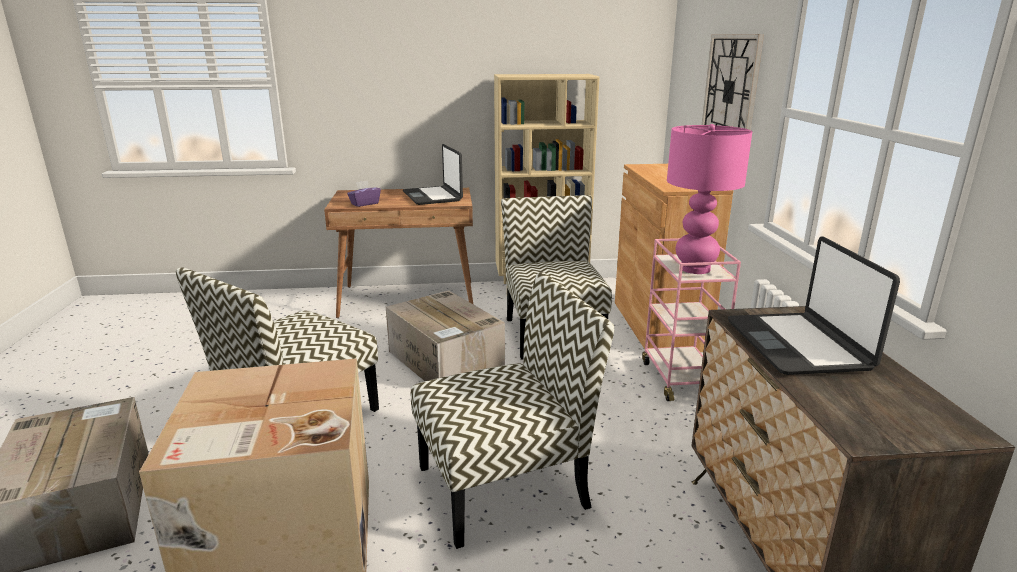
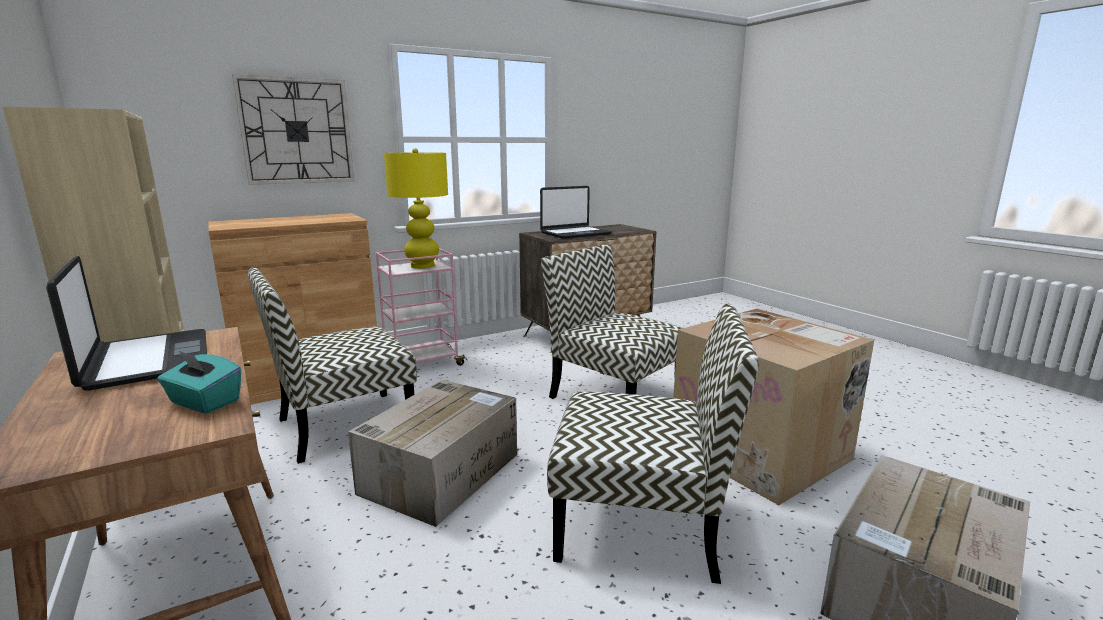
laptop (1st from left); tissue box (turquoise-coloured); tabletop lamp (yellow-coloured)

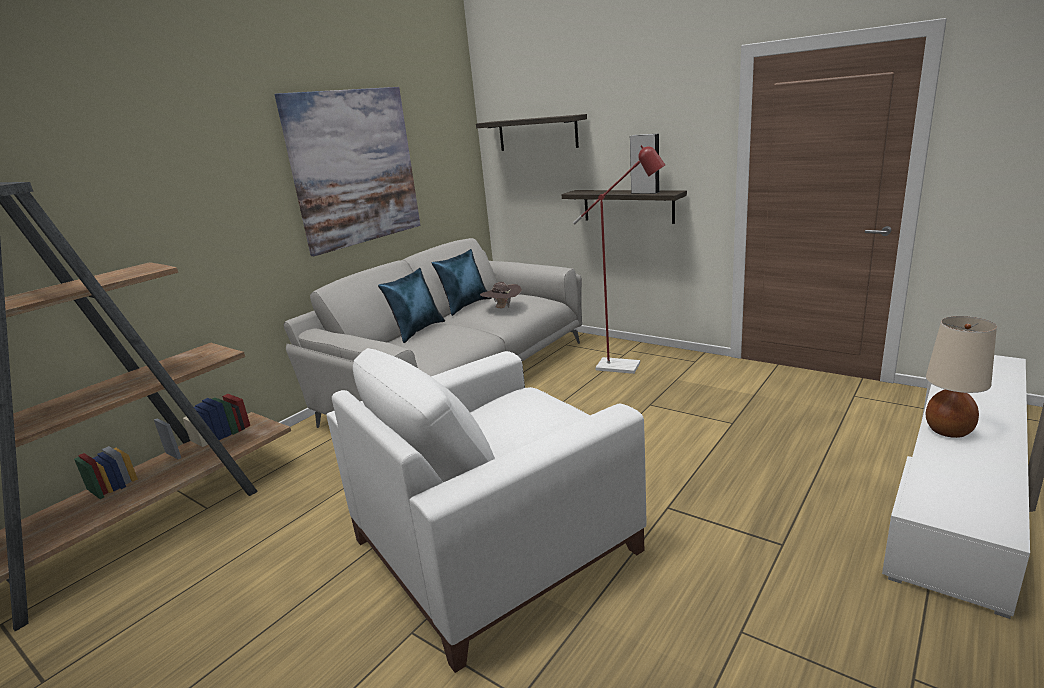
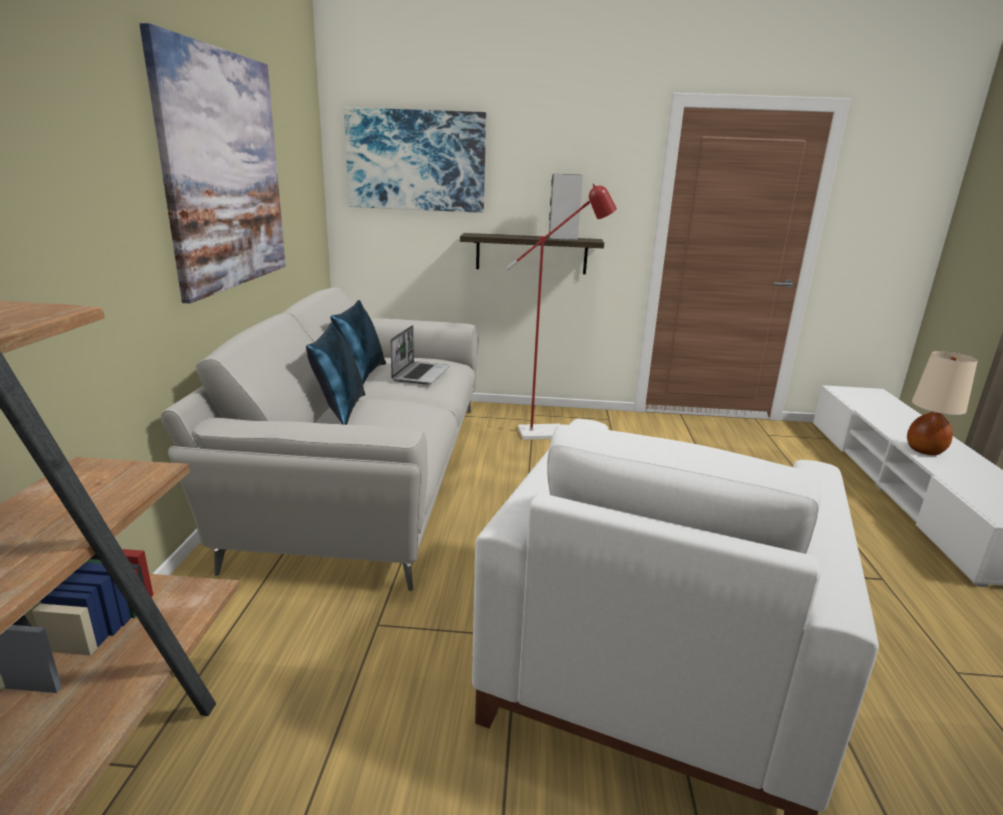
wall picture (2nd from left); laptop

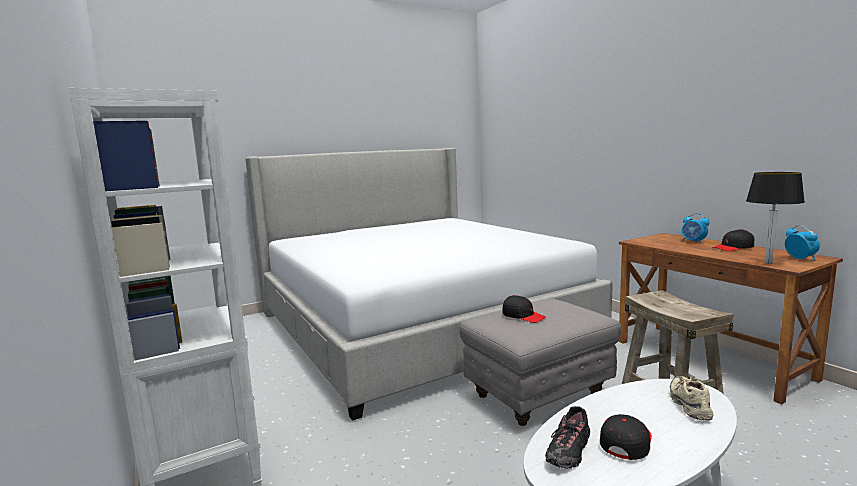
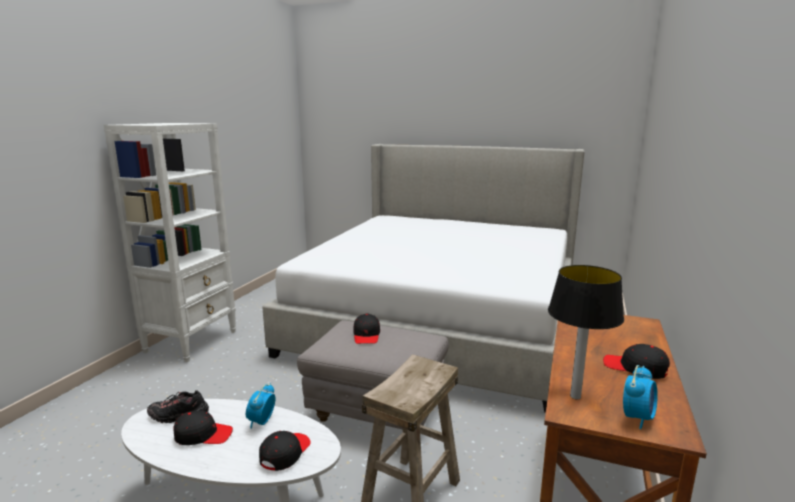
alarm clock (1st from left); baseball cap (blackish) (2nd from left)

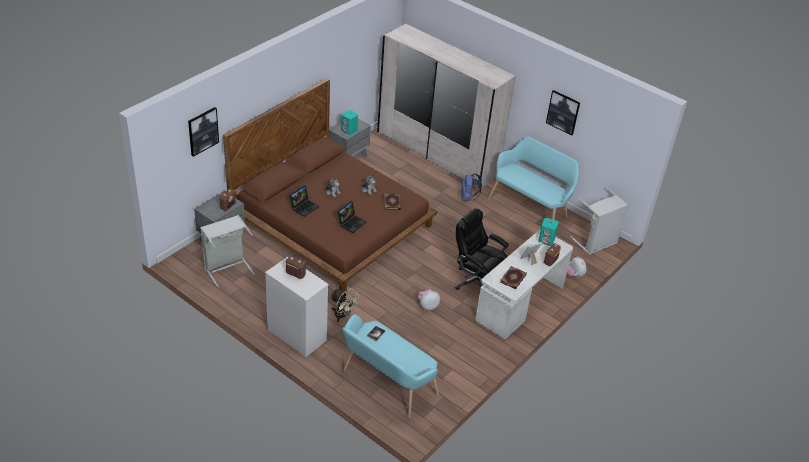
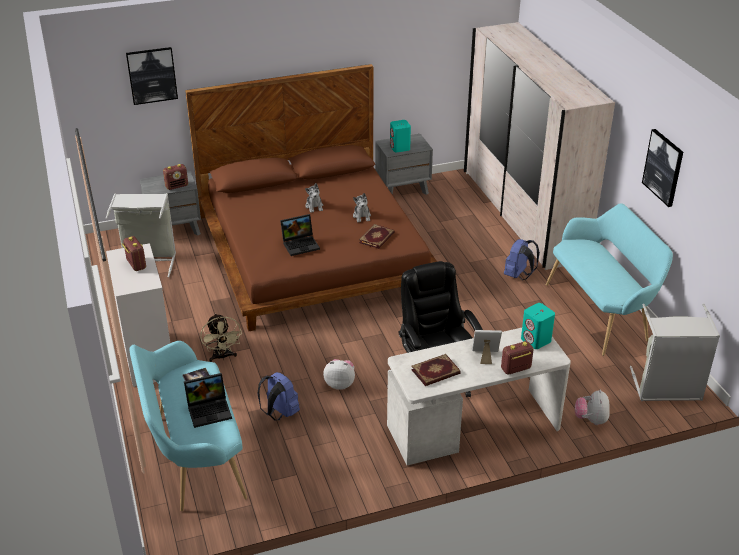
laptop (1st from left); knapsack (bluish) (1st from left)

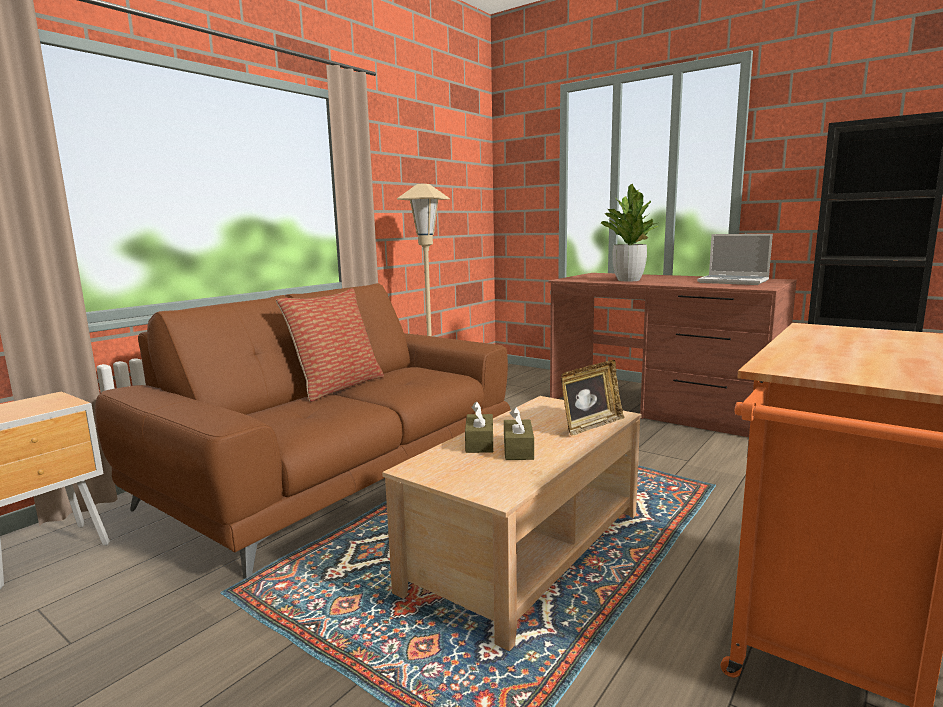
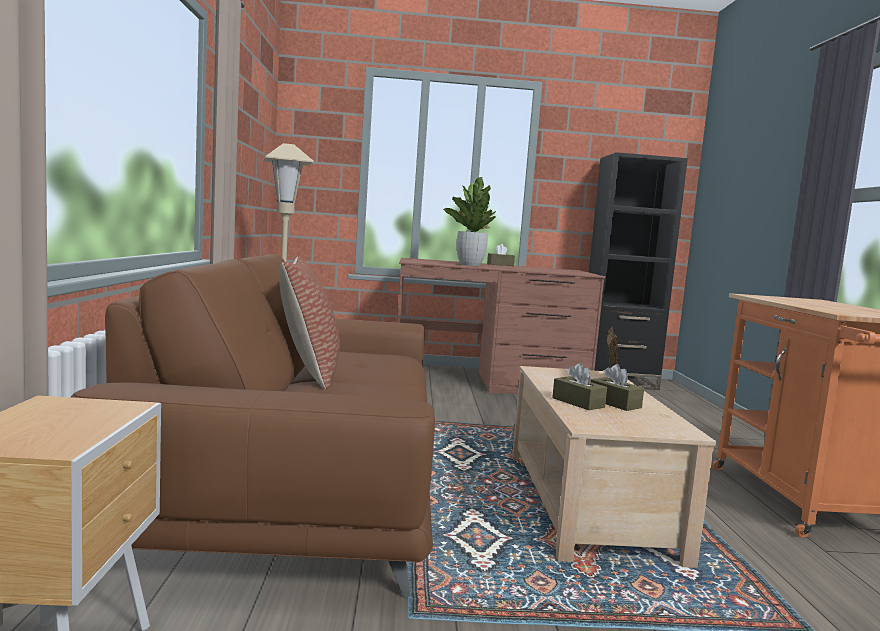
tissue box (brown-coloured) (1st from left); laptop

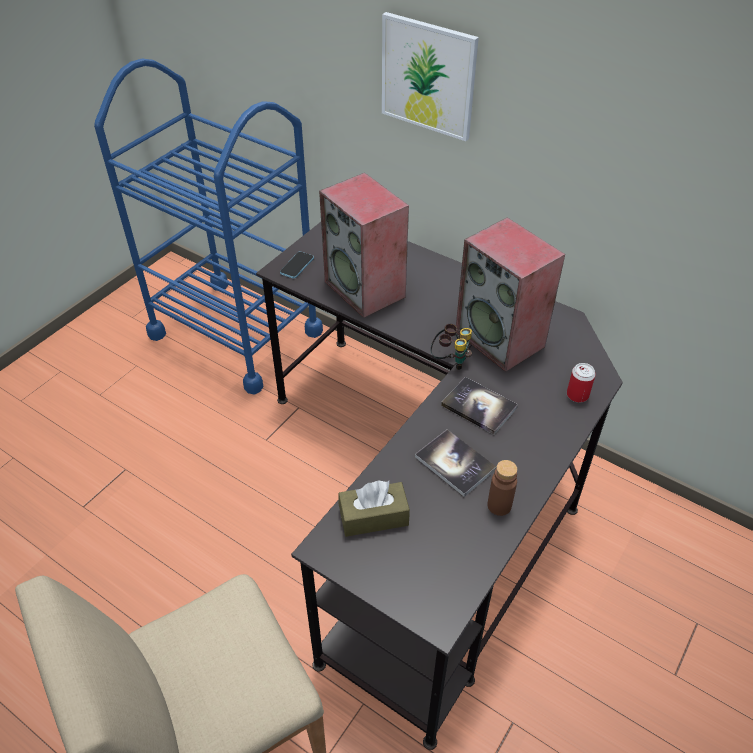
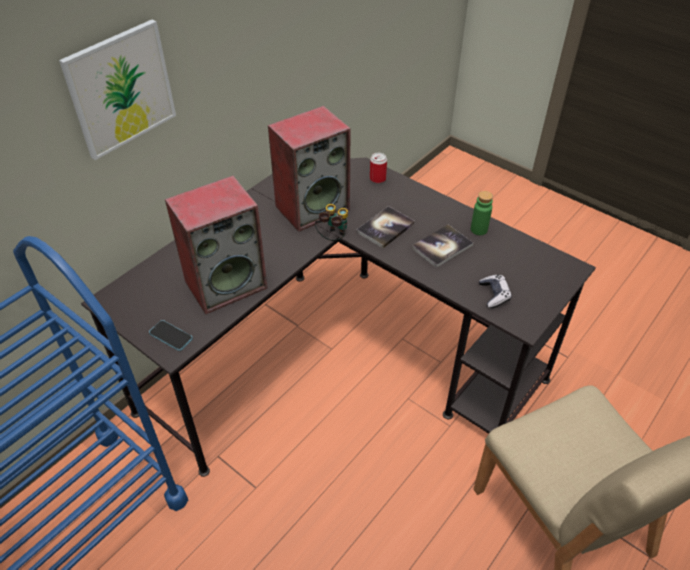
drink bottle (green); game controller

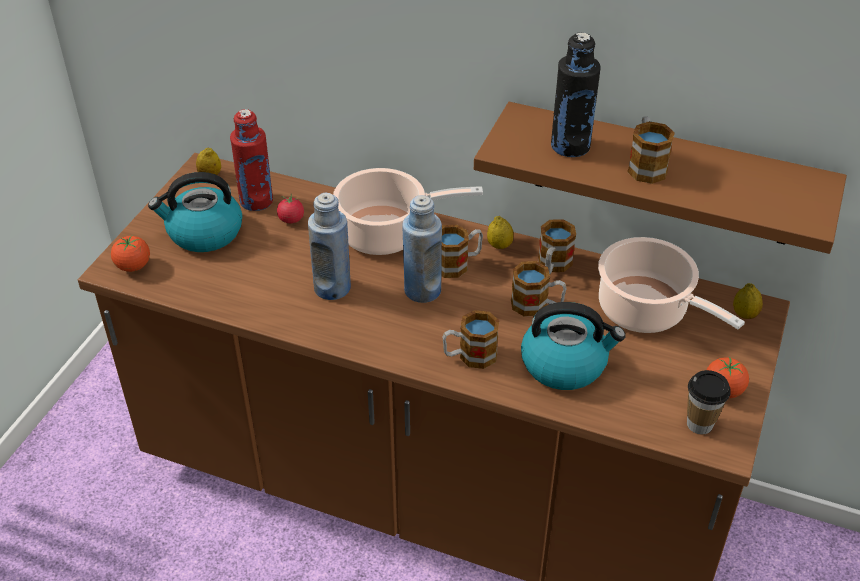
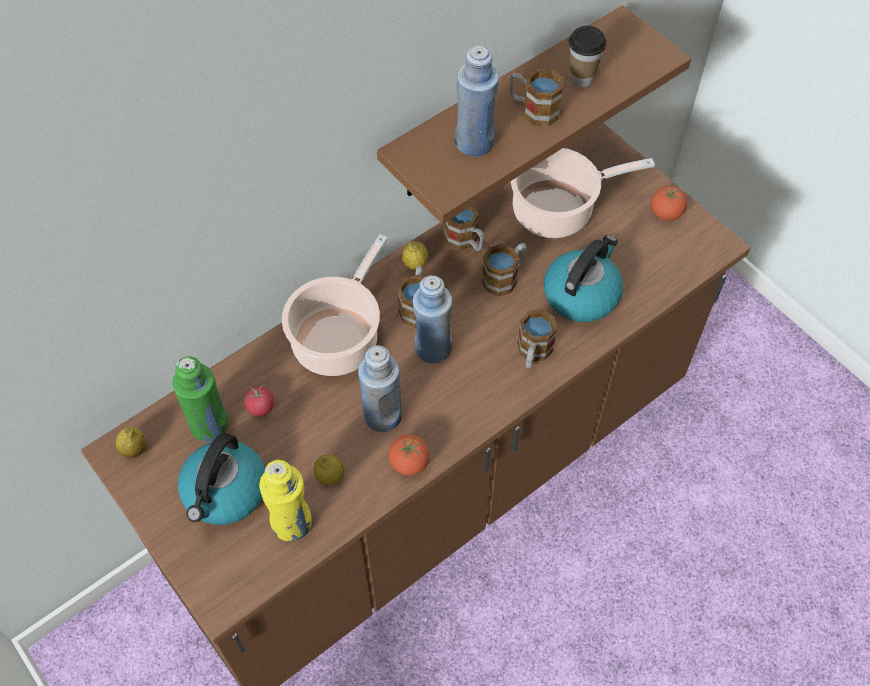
drink bottle (green); drink bottle (yellow-coloured); citrus fruit (2nd from left); tomato (2nd from left); drink bottle (bluish) (3rd from left); small cup

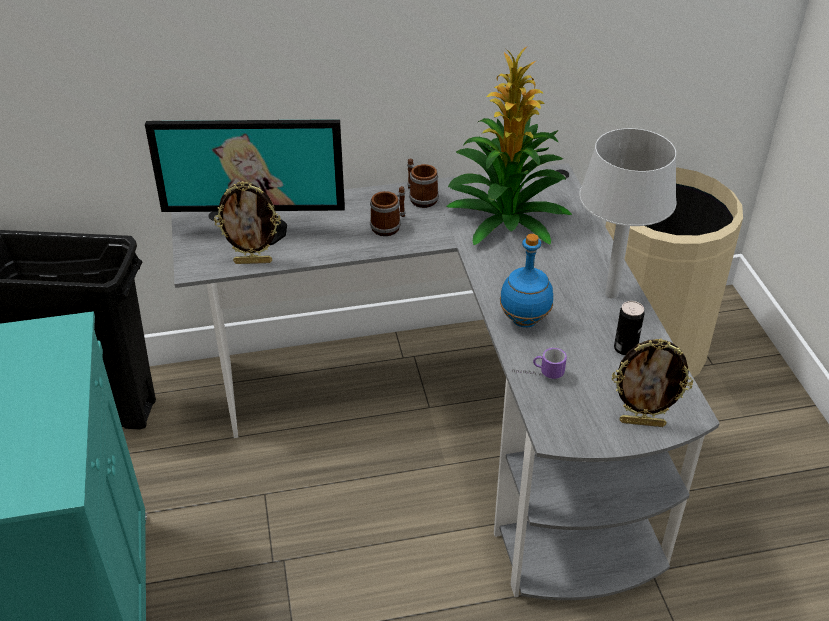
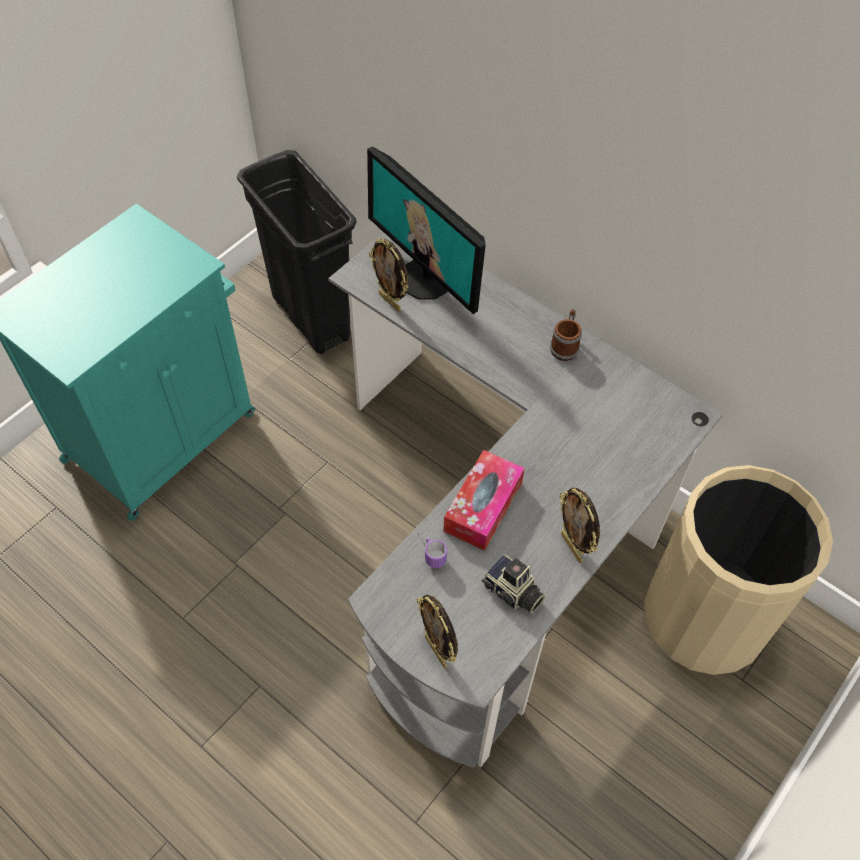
tissue box; photo camera; standing frame (3rd from left); coffee mug (1st from left in the first image); potted plant

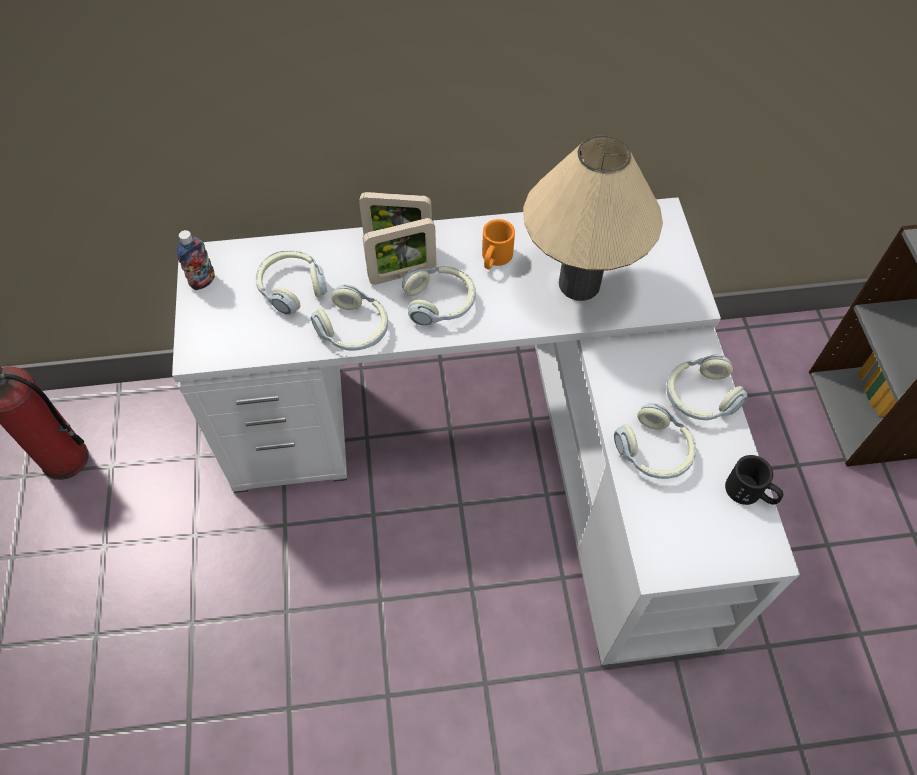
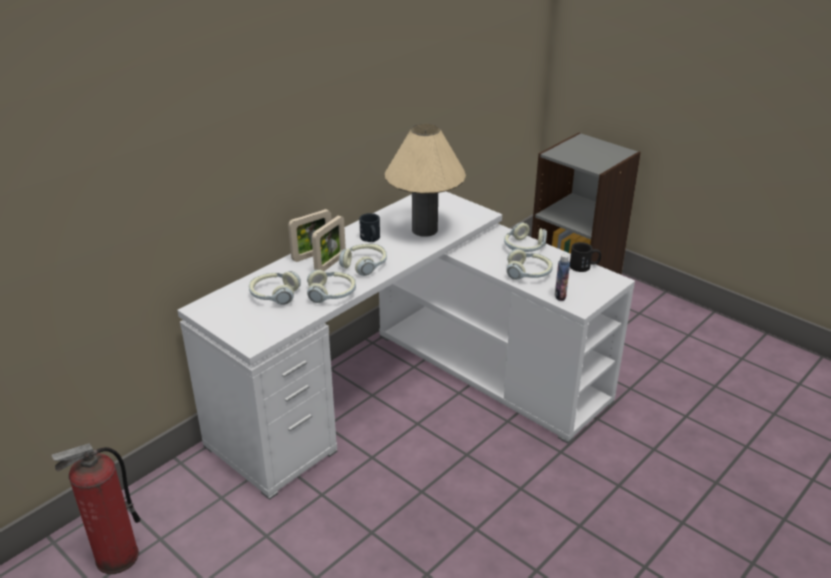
coffee mug (blackish) (1st from left); drink bottle

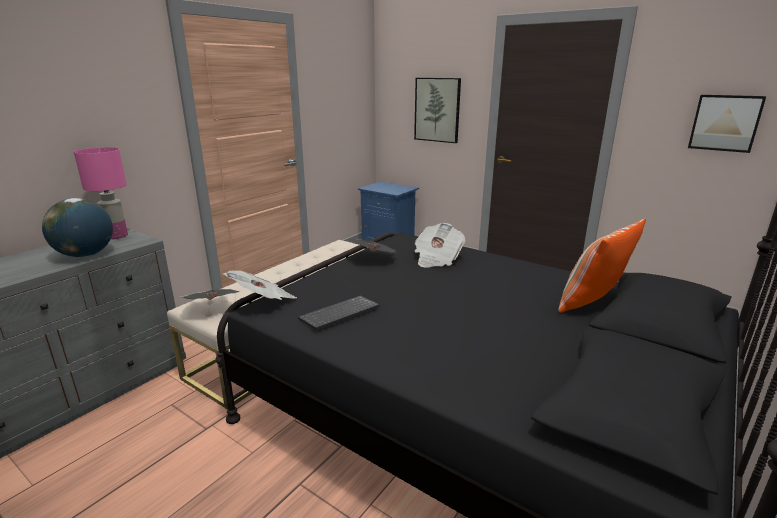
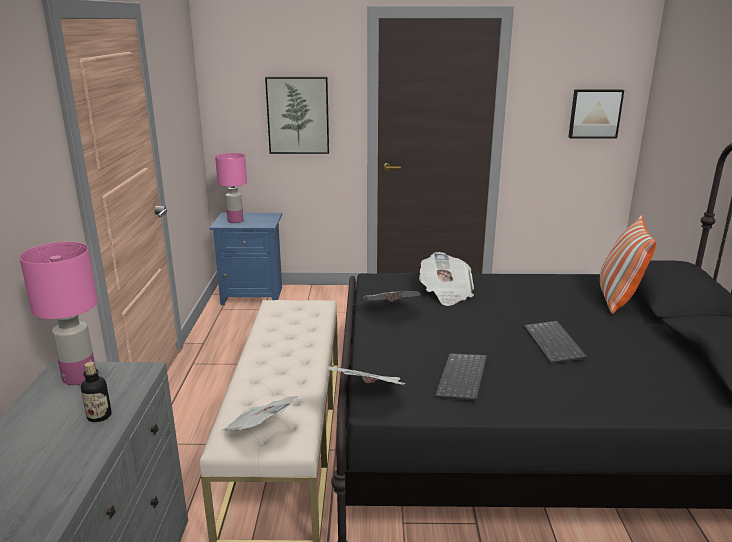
drink bottle; tabletop lamp (pink-coloured) (2nd from left); PC keyboard (2nd from left)

